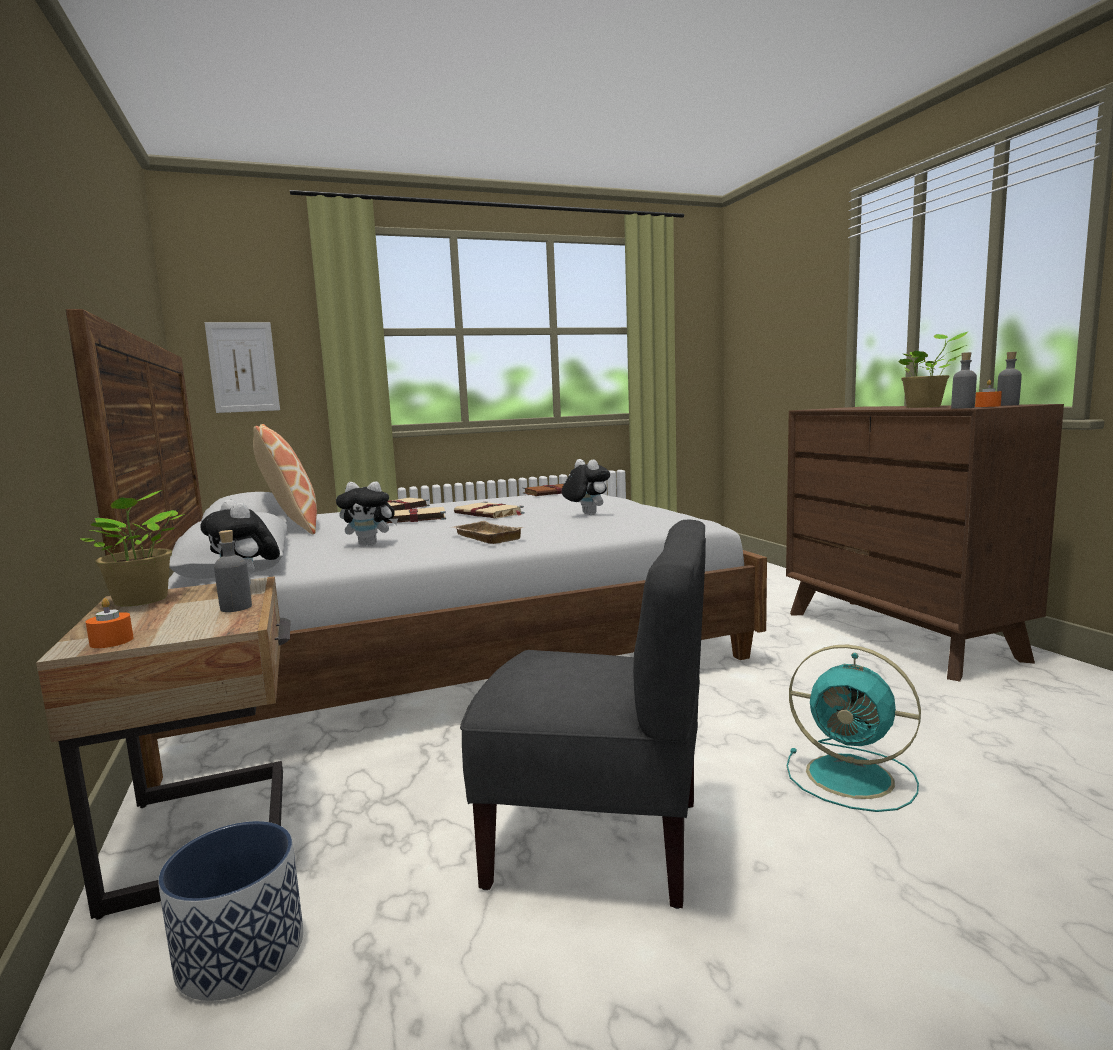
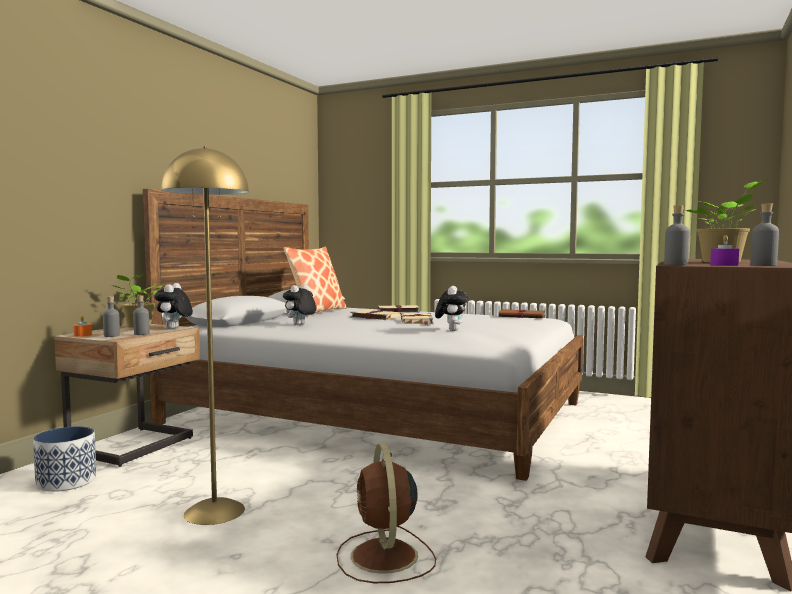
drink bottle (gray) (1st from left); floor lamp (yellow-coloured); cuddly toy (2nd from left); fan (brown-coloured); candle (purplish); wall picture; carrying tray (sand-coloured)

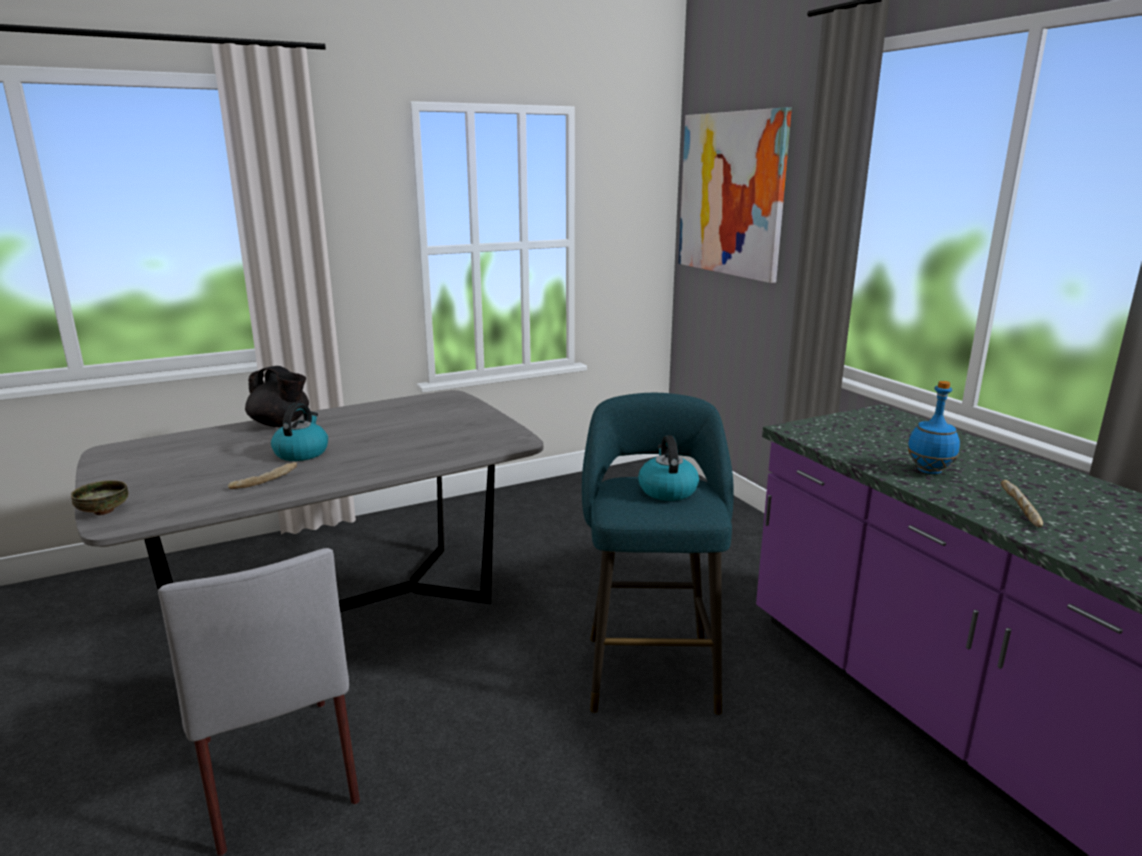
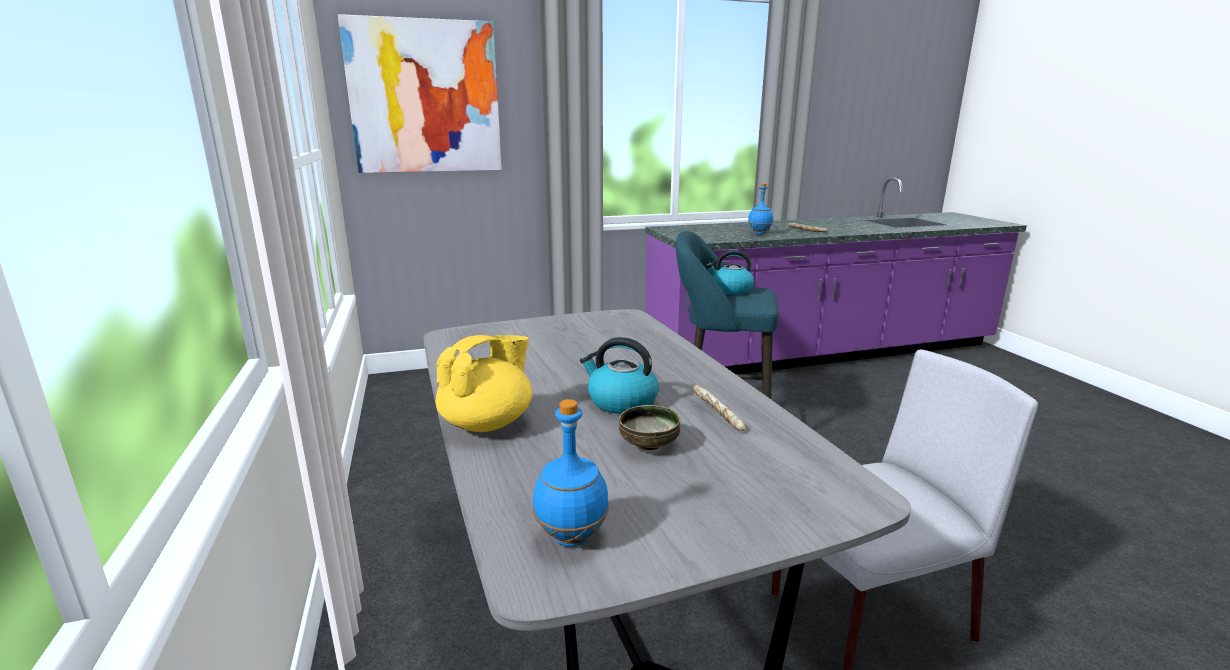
teapot (yellow-coloured); drink bottle (bluish) (1st from left); bowl

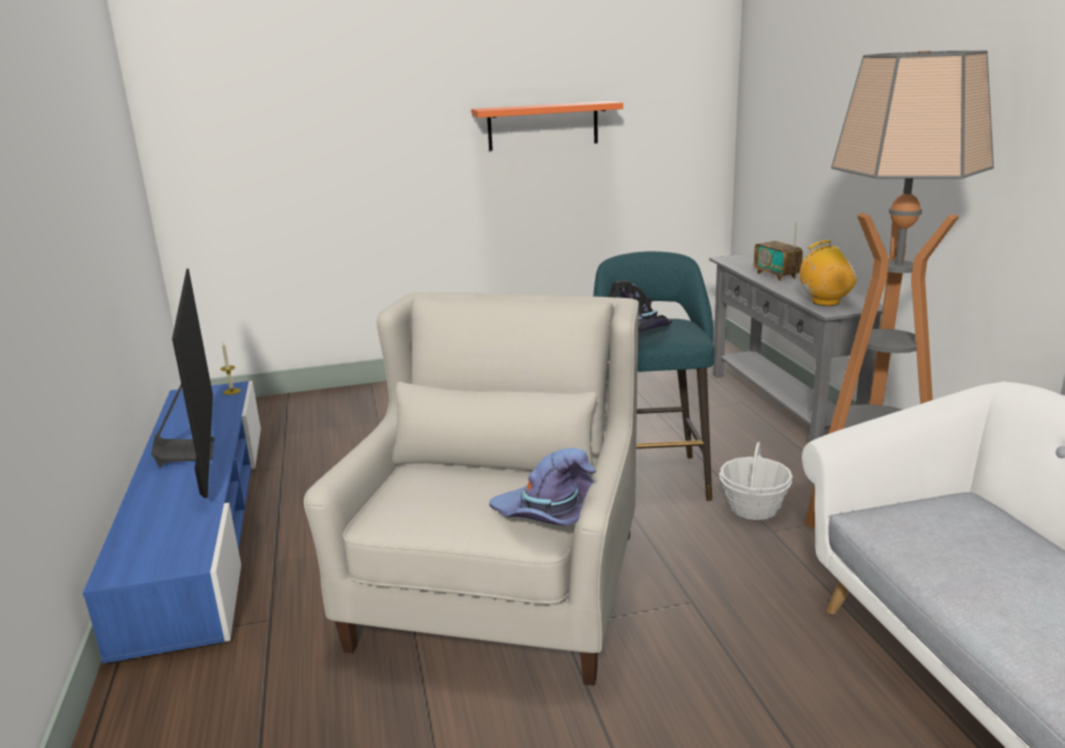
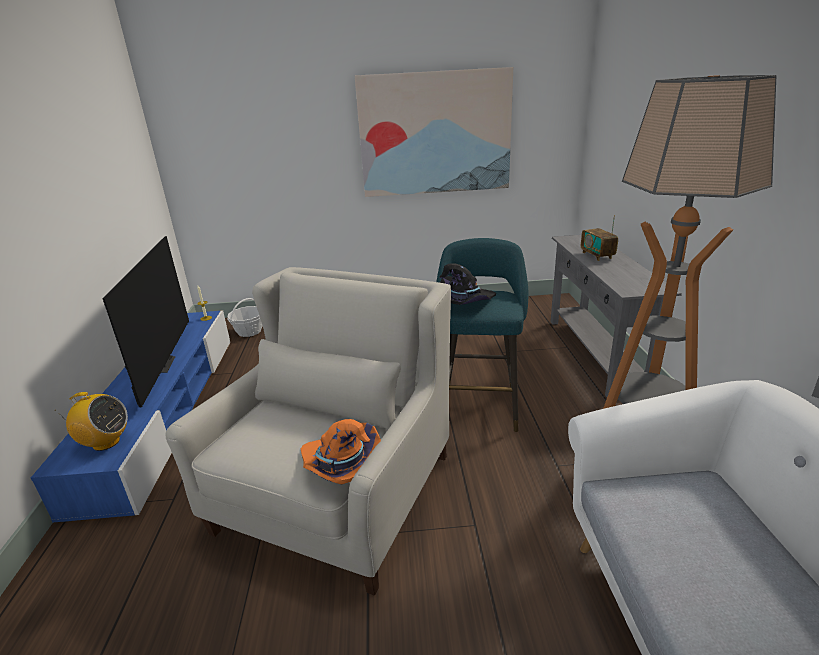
radio set (1st from left); household basket; clothing hat (orangey); wall picture

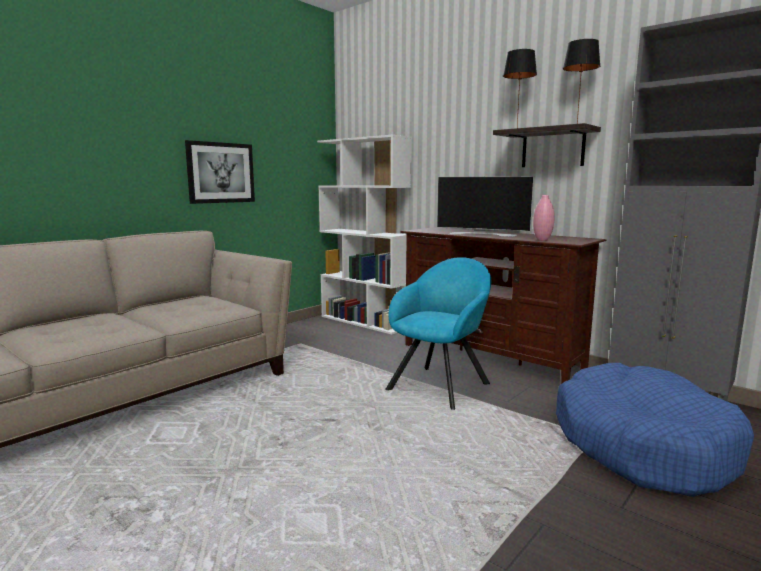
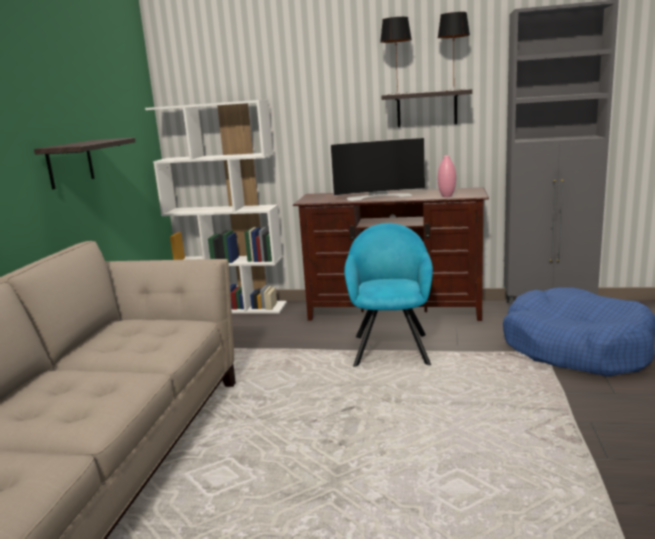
bracket shelf (1st from left)

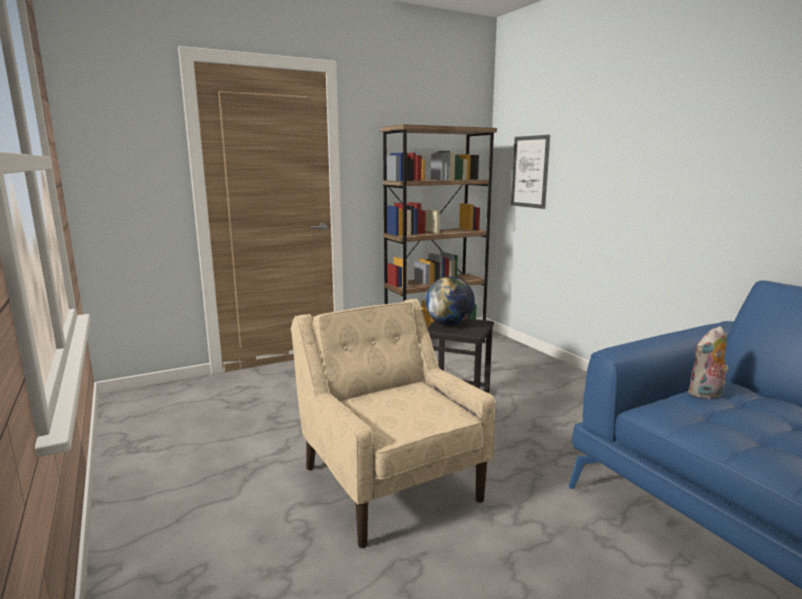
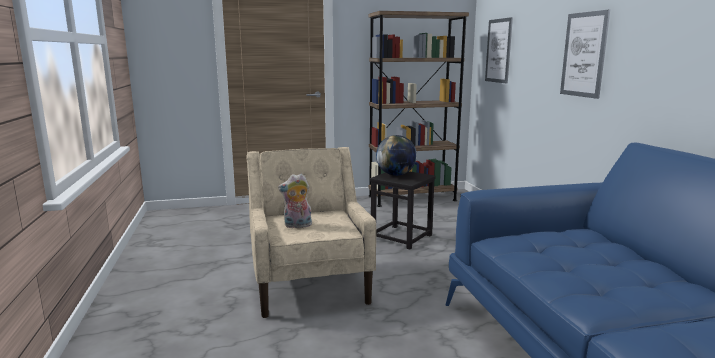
cuddly toy; wall picture (2nd from left)

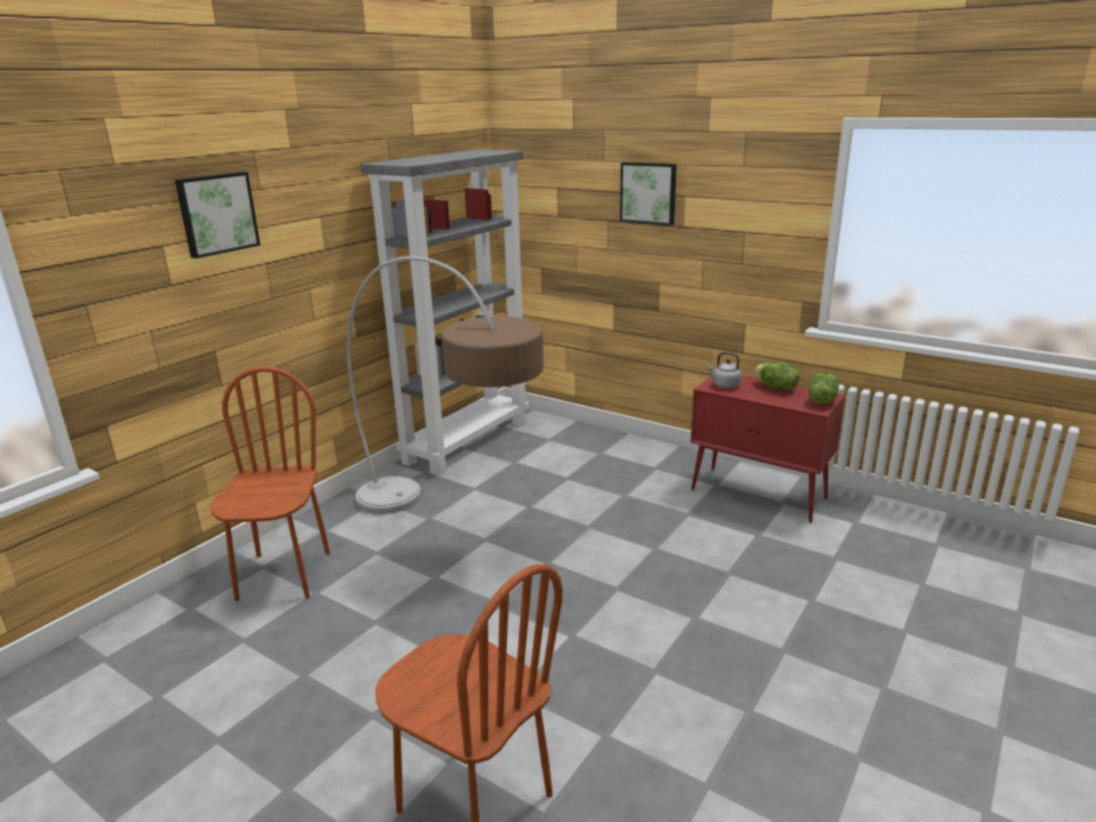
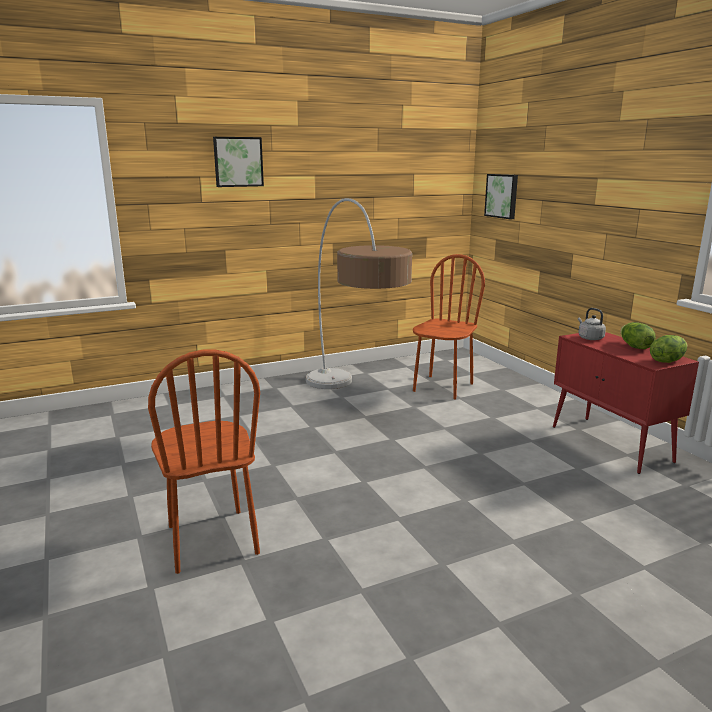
chair (brown-coloured) (2nd from left); wall picture (2nd from left); shelving unit (gray)

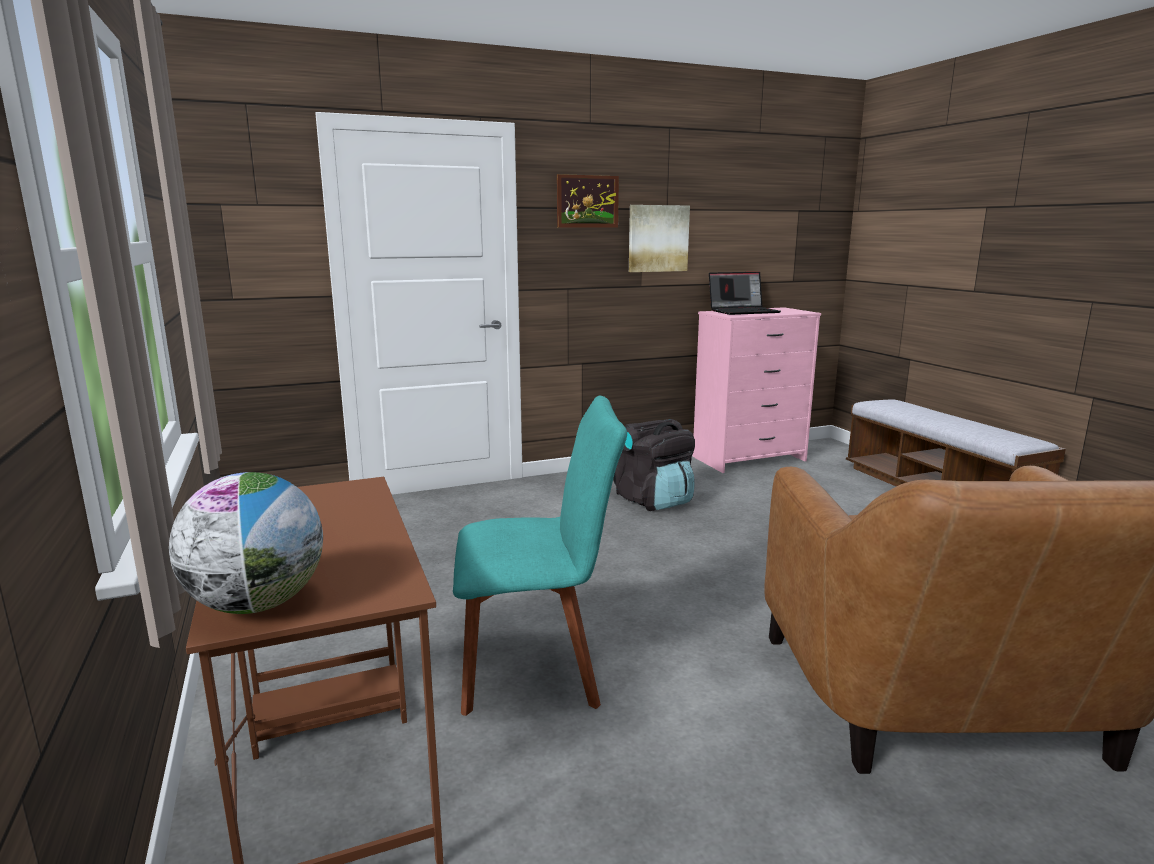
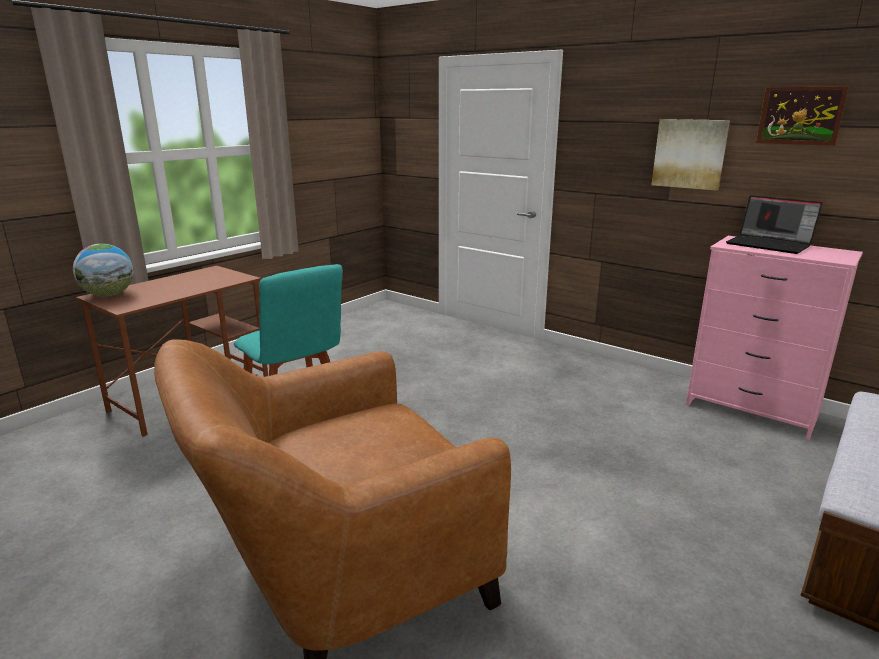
wall picture (2nd from left); knapsack (blackish)

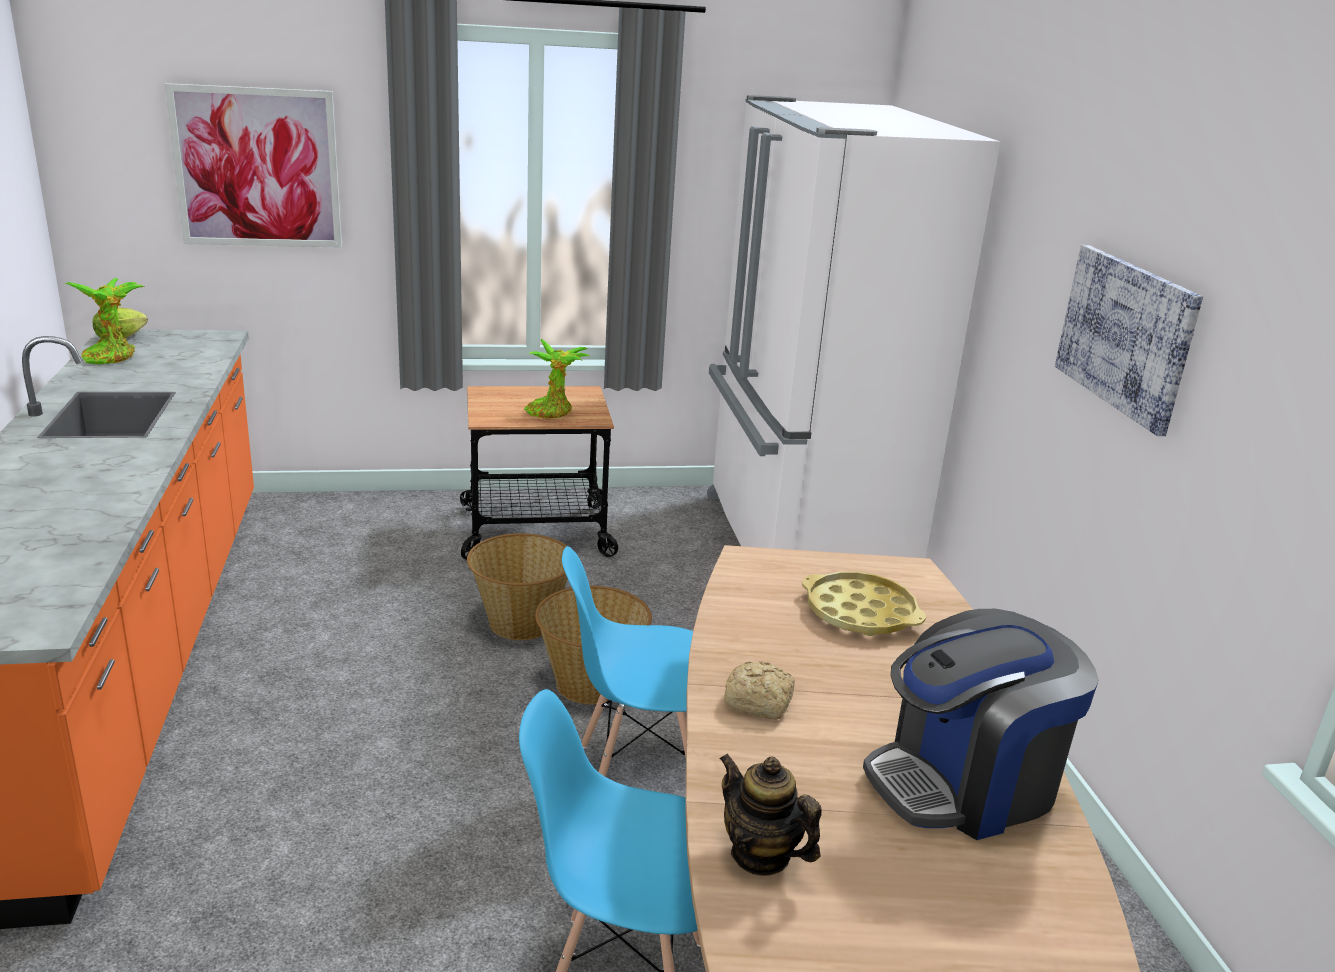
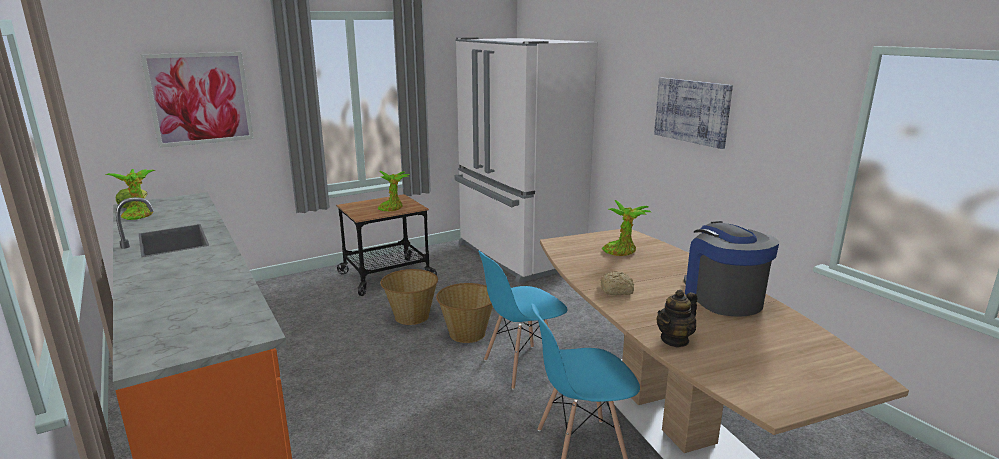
potted plant (3rd from left); teapot; coffee maker

